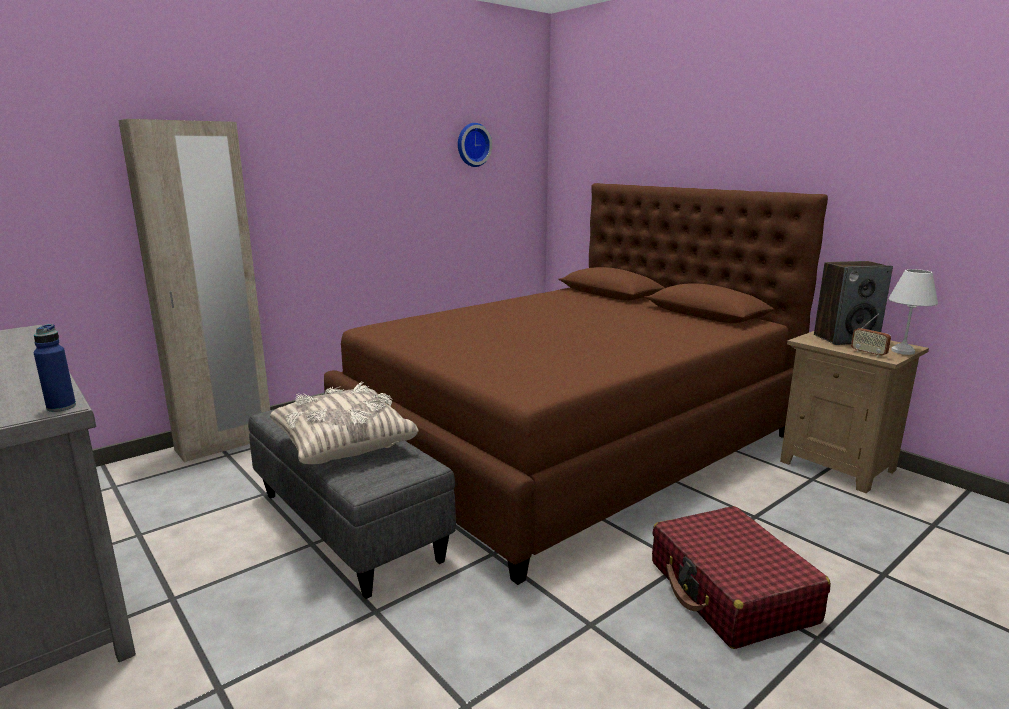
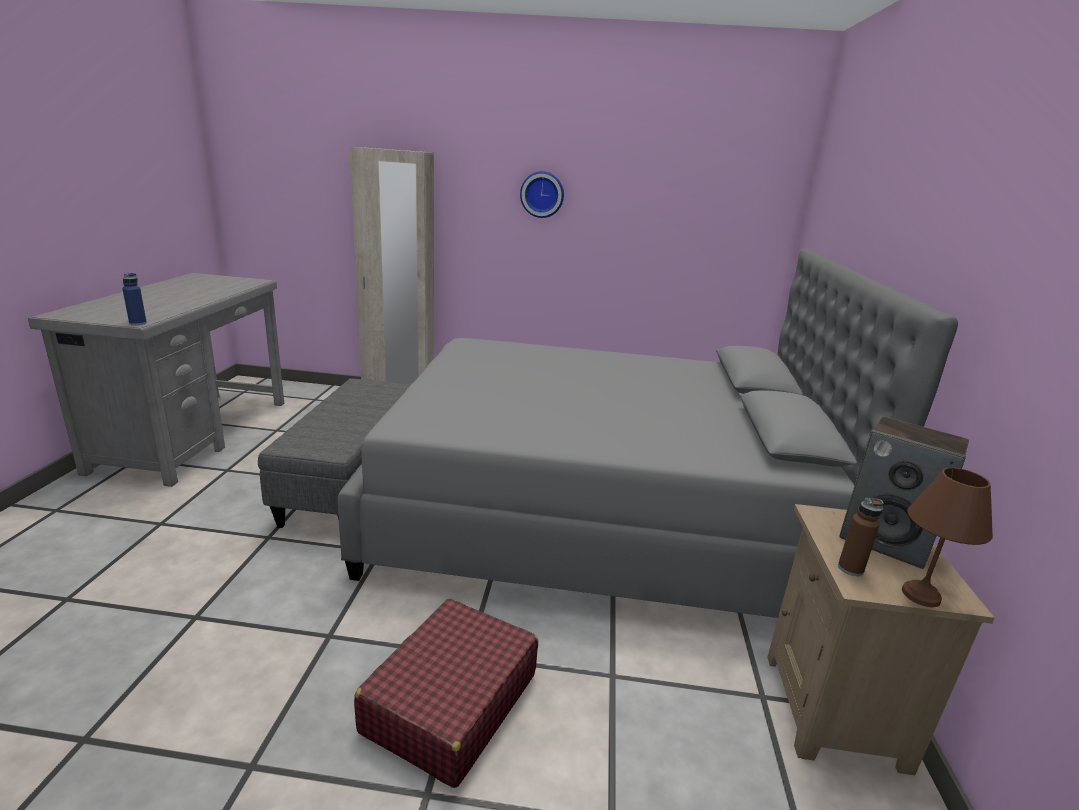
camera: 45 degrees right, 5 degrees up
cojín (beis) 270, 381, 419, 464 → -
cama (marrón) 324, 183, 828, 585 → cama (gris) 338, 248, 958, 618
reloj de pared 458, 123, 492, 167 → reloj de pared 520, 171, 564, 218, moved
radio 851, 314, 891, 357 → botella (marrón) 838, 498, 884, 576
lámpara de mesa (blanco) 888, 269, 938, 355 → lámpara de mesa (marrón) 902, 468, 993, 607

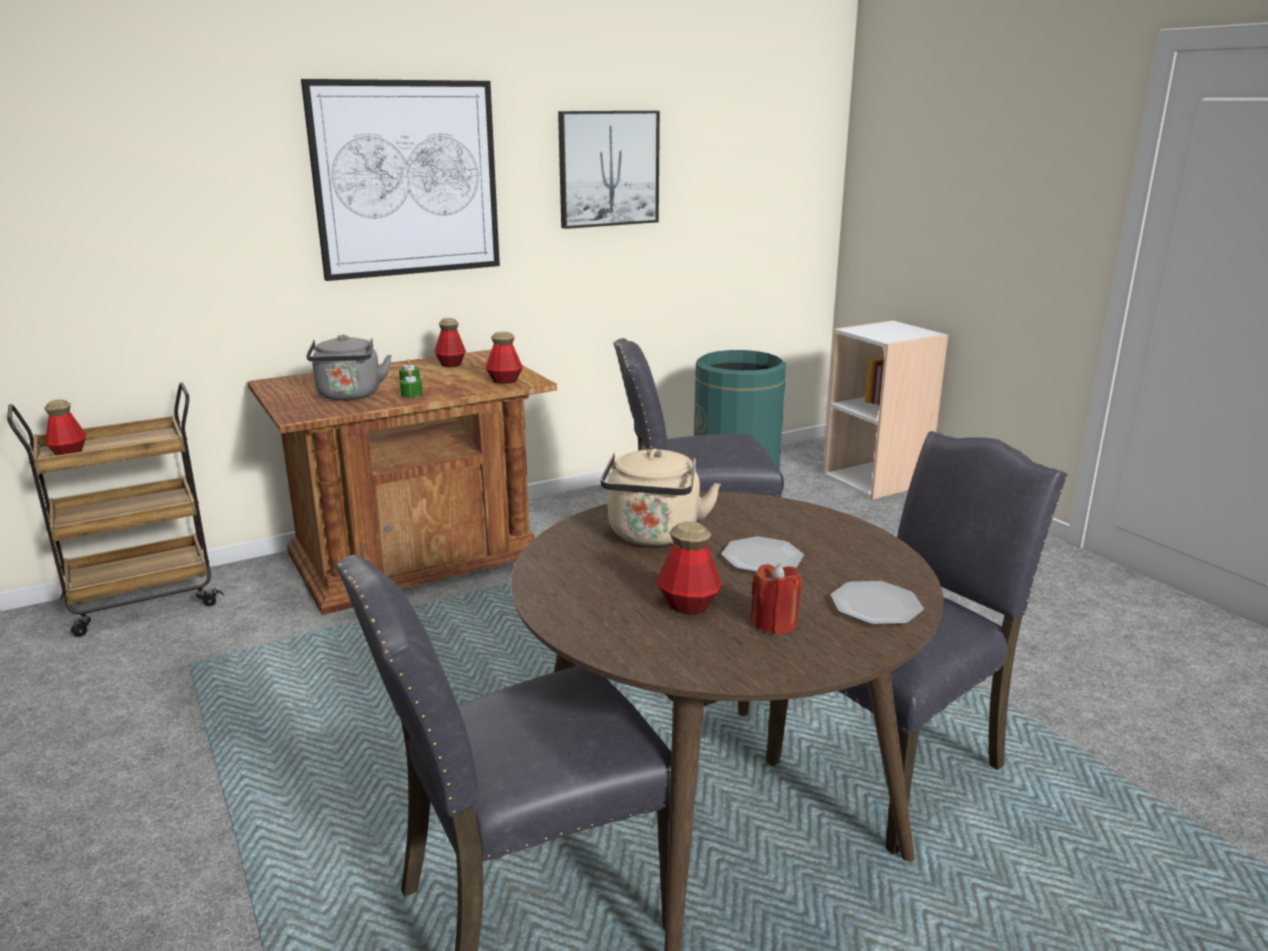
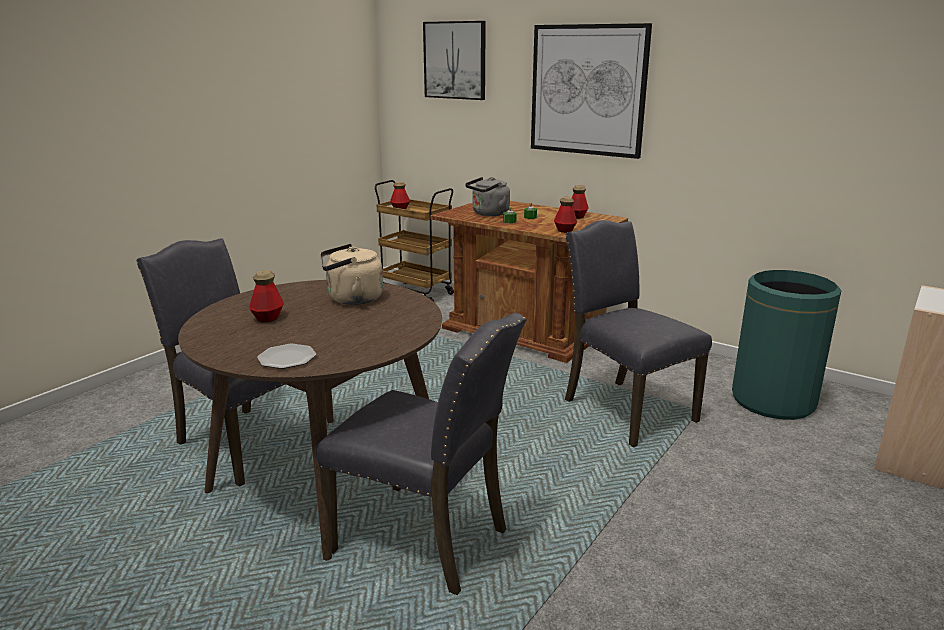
camera: 65 degrees right, 0 degrees up
cuadro 558, 111, 660, 229 → cuadro 423, 21, 486, 100, moved
plato 721, 537, 804, 572 → -
vela (rojo) 750, 563, 803, 635 → -

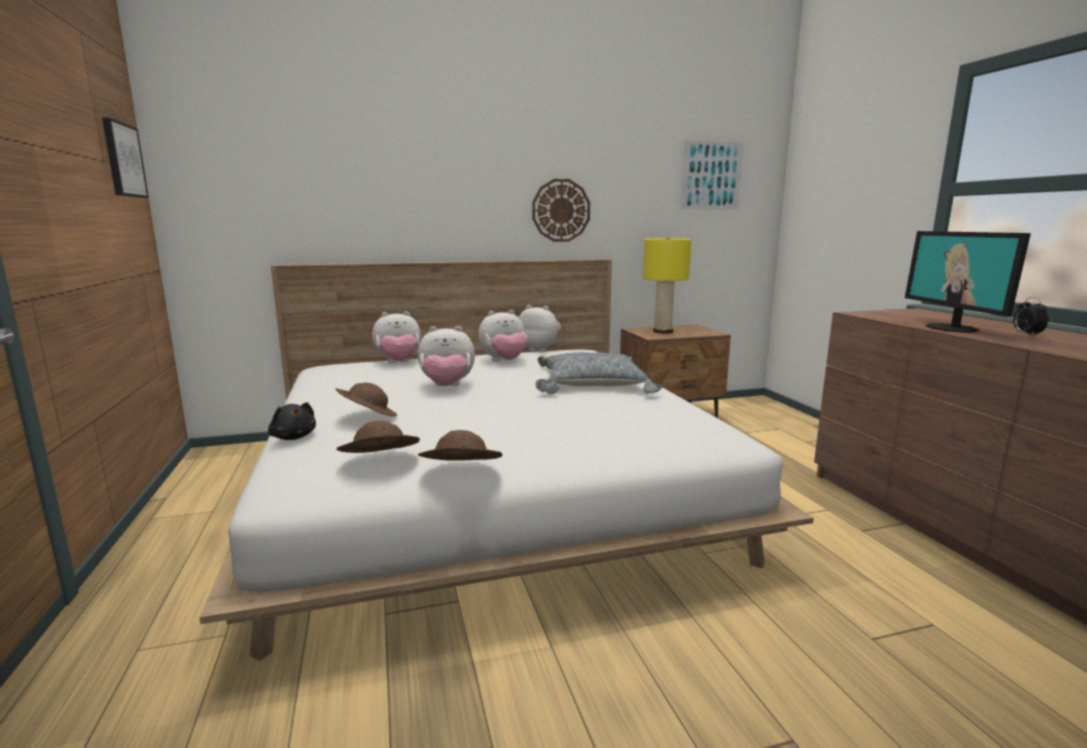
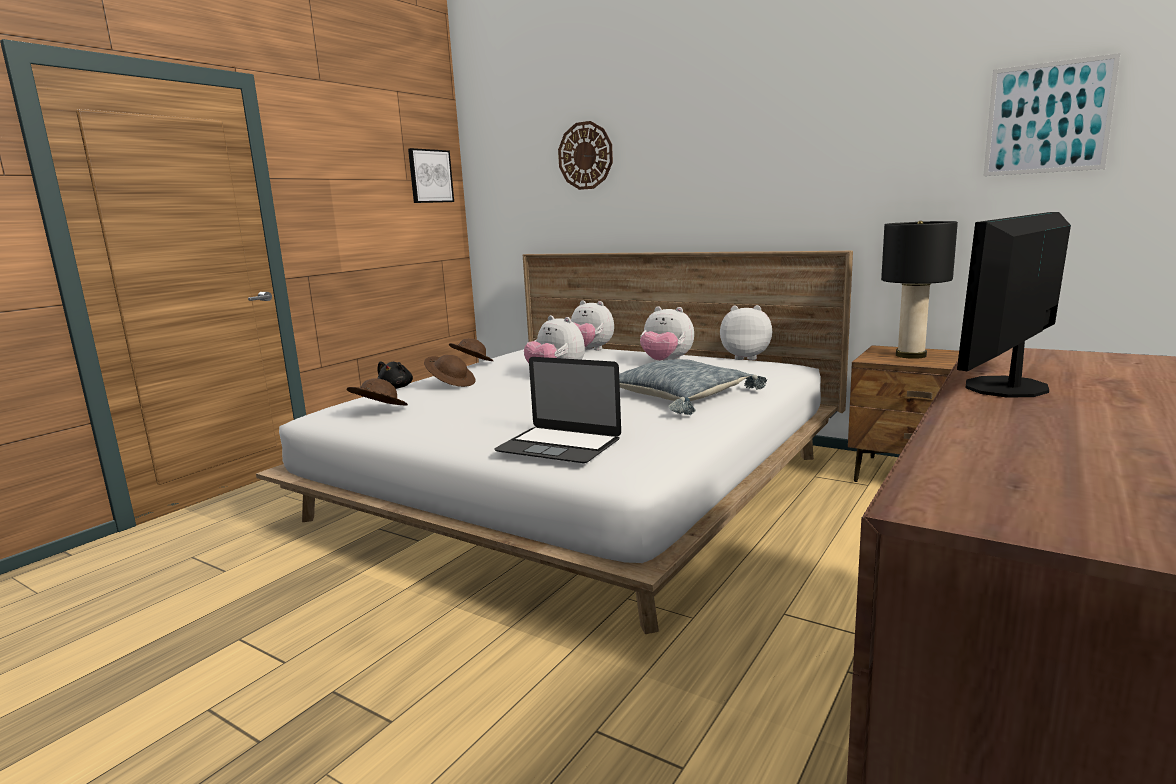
camera: 50 degrees right, 0 degrees up
sombrero (marrón) 418, 430, 502, 461 → sombrero (marrón) 449, 338, 493, 361, moved
peluche 519, 305, 561, 352 → peluche 720, 305, 772, 360, 60 degrees counterclockwise
reloj de pared 532, 179, 590, 242 → reloj de pared 558, 121, 613, 190, moved
lámpara de mesa (amarillo) 643, 237, 691, 334 → lámpara de mesa (negro) 881, 221, 958, 359
despertador 1013, 297, 1048, 336 → -
- → portátil 494, 357, 621, 463

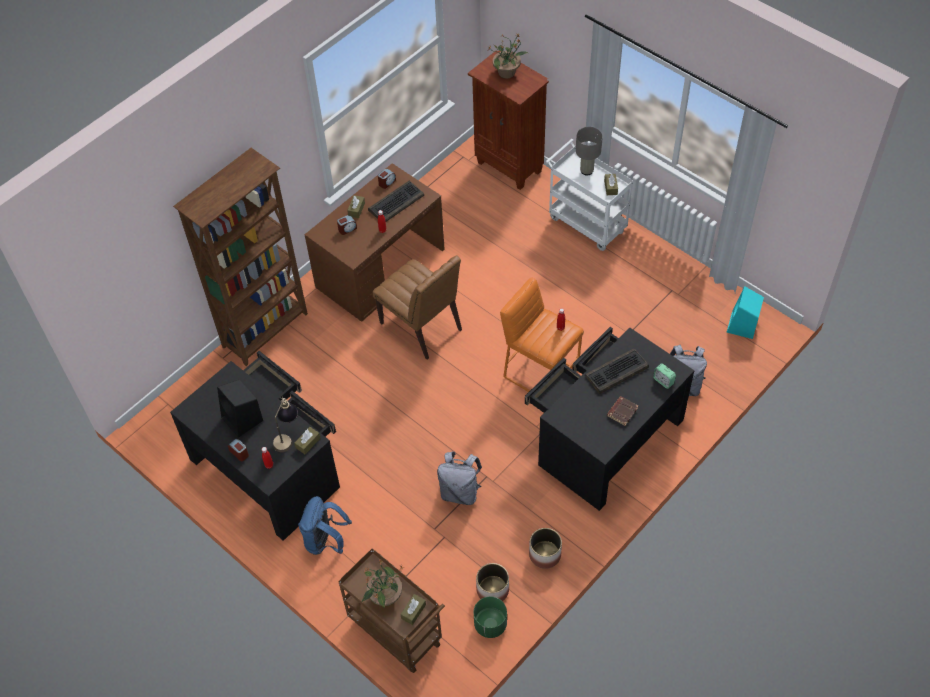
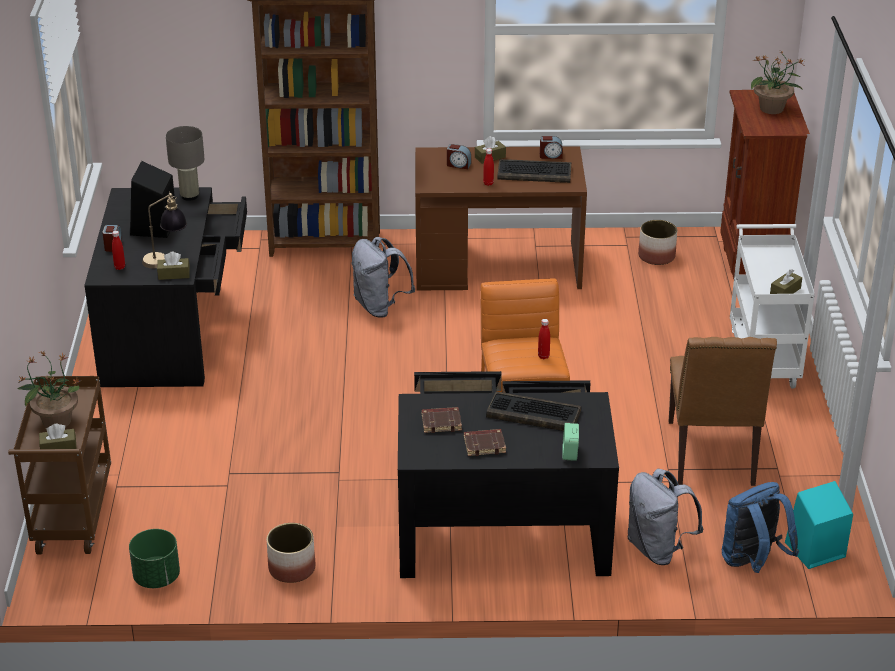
camera: 45 degrees right, 20 degrees down
mochila (azul) 298, 496, 352, 555 → mochila (azul) 722, 482, 799, 573, moved
silla (marrón) 373, 255, 462, 360 → silla (marrón) 669, 337, 777, 486, moved
mochila (gris) 437, 451, 482, 505 → mochila (gris) 351, 237, 415, 318, moved
maceta 476, 563, 509, 601 → maceta 638, 220, 677, 265, moved
lámpara de mesa (gris) 576, 127, 603, 176 → lámpara de mesa (gris) 166, 126, 204, 201, moved
- → libro (marrón) 422, 407, 462, 433

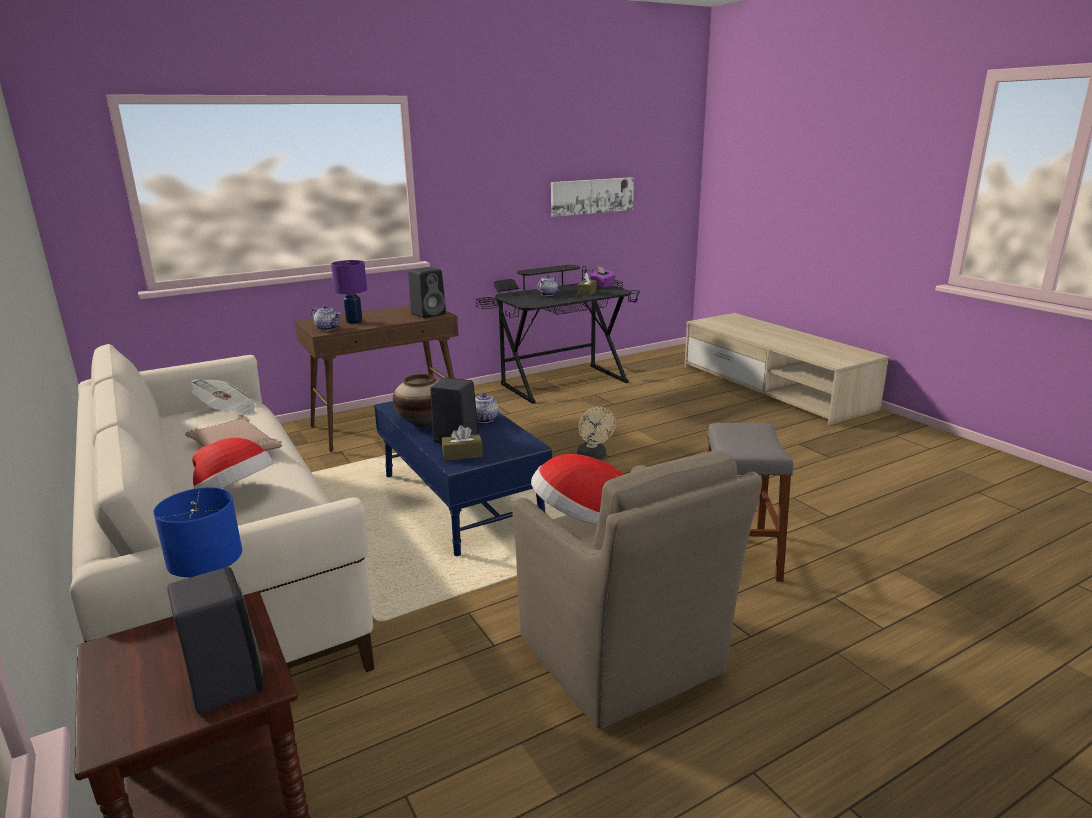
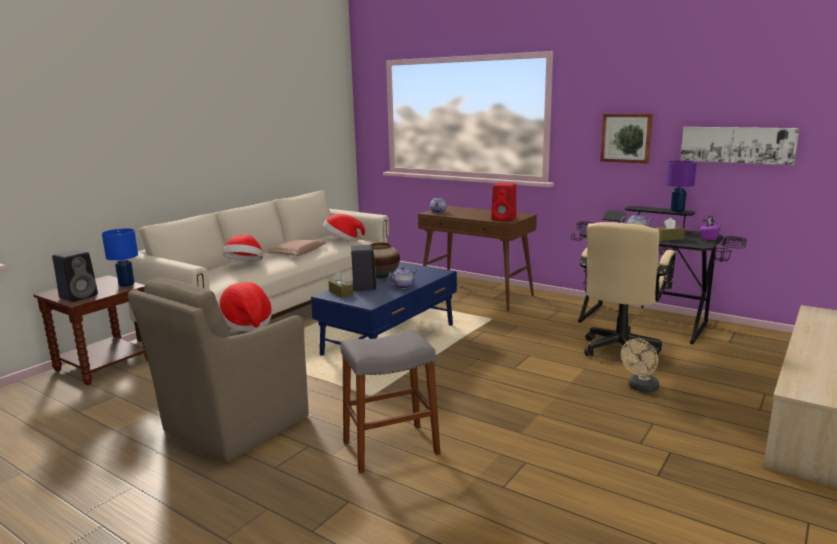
camera: 65 degrees right, 5 degrees down
periódico 191, 379, 257, 416 → sombrero 323, 214, 365, 241
lámpara de mesa (morado) 331, 260, 367, 324 → lámpara de mesa (morado) 666, 160, 697, 212, moved
altavoz (negro) 408, 267, 446, 318 → altavoz (rojo) 491, 183, 516, 221
ventilador (beis) 577, 407, 616, 459 → ventilador (beis) 621, 338, 659, 393, moved
- → silla de oficina (beis) 580, 222, 676, 365
- → cuadro 600, 114, 653, 164

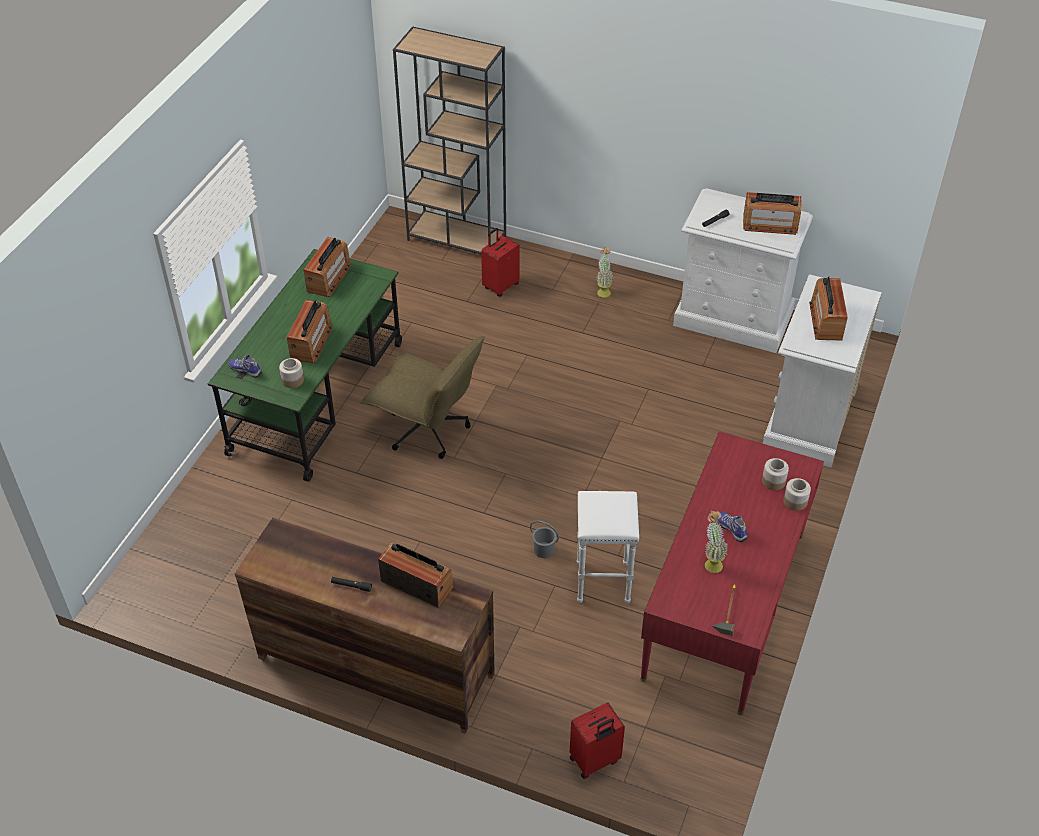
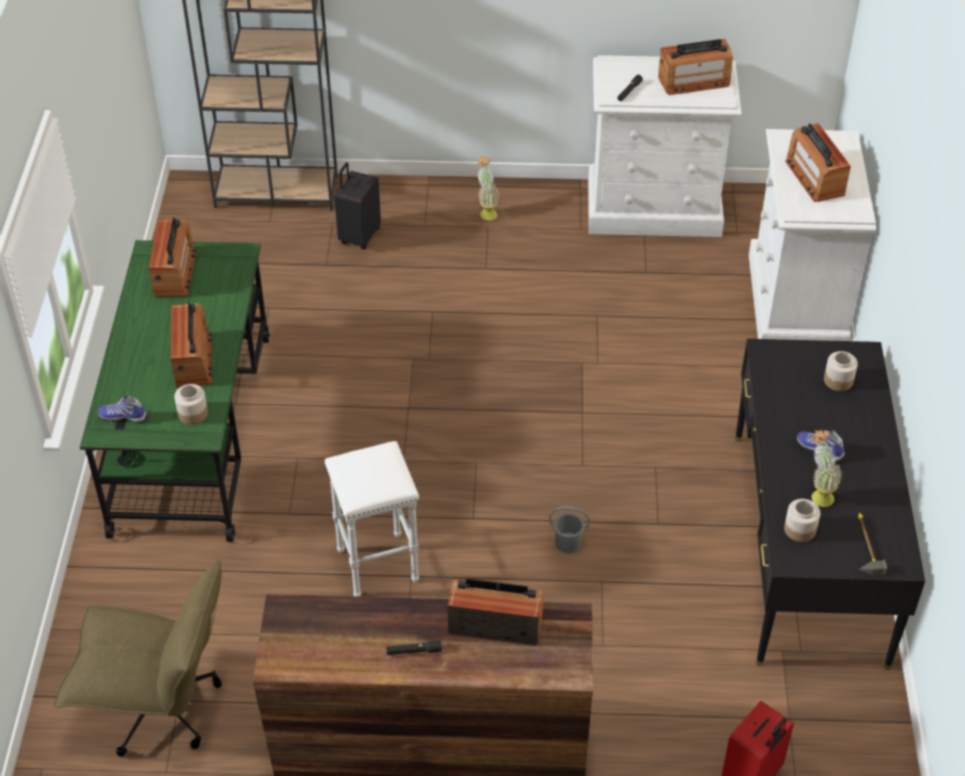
camera: 20 degrees left, 0 degrees up
silla de oficina (beis) 360, 336, 485, 459 → silla de oficina (beis) 54, 560, 222, 757, moved
maleta (rojo) 481, 228, 520, 297 → maleta (negro) 334, 163, 381, 249
taburete (blanco) 577, 491, 639, 604 → taburete (blanco) 325, 441, 419, 597, moved
escritorio (rojo) 640, 431, 824, 715 → escritorio (negro) 735, 339, 925, 670
tarro 783, 478, 811, 511 → tarro 784, 499, 820, 542, moved

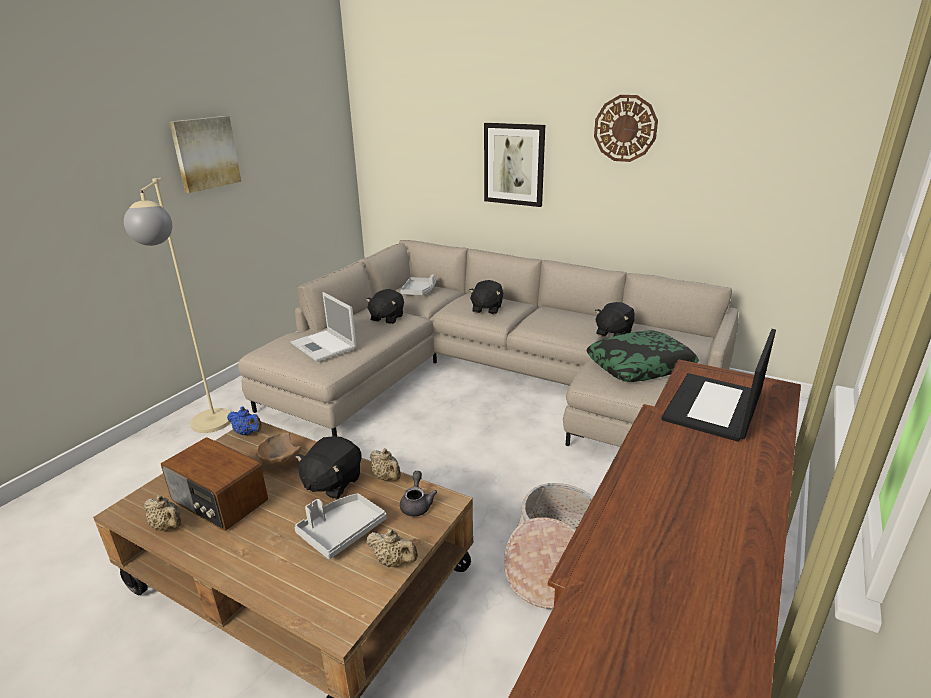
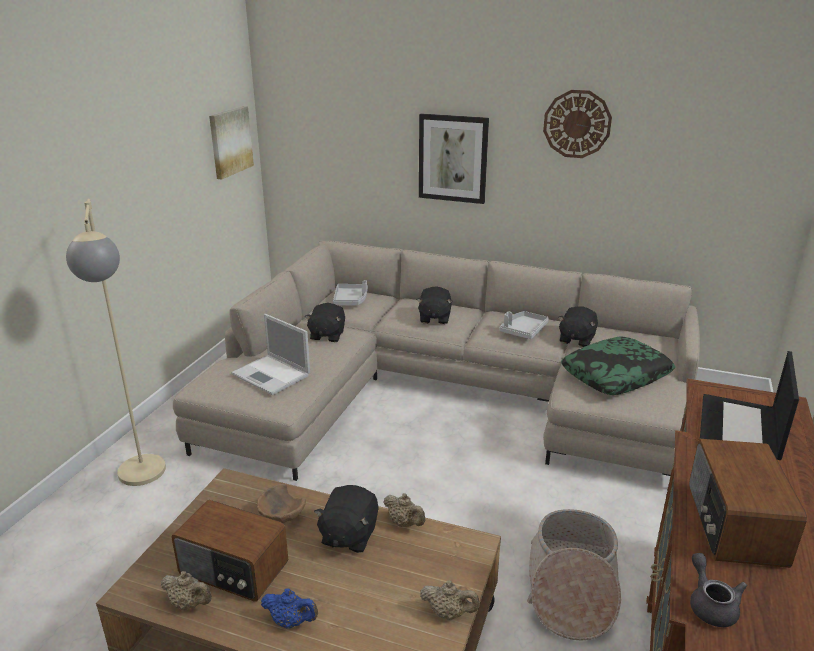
camera: 10 degrees left, 0 degrees up
cuadro 169, 116, 241, 193 → cuadro 209, 106, 254, 180, moved
tetera (azul) 227, 407, 262, 435 → tetera (azul) 261, 588, 318, 629, moved
bandeja (gris) 294, 493, 386, 559 → bandeja (gris) 500, 311, 549, 339, moved
tetera (gris) 400, 471, 437, 516 → tetera (gris) 690, 553, 747, 627, moved
- → radio 689, 439, 807, 568

